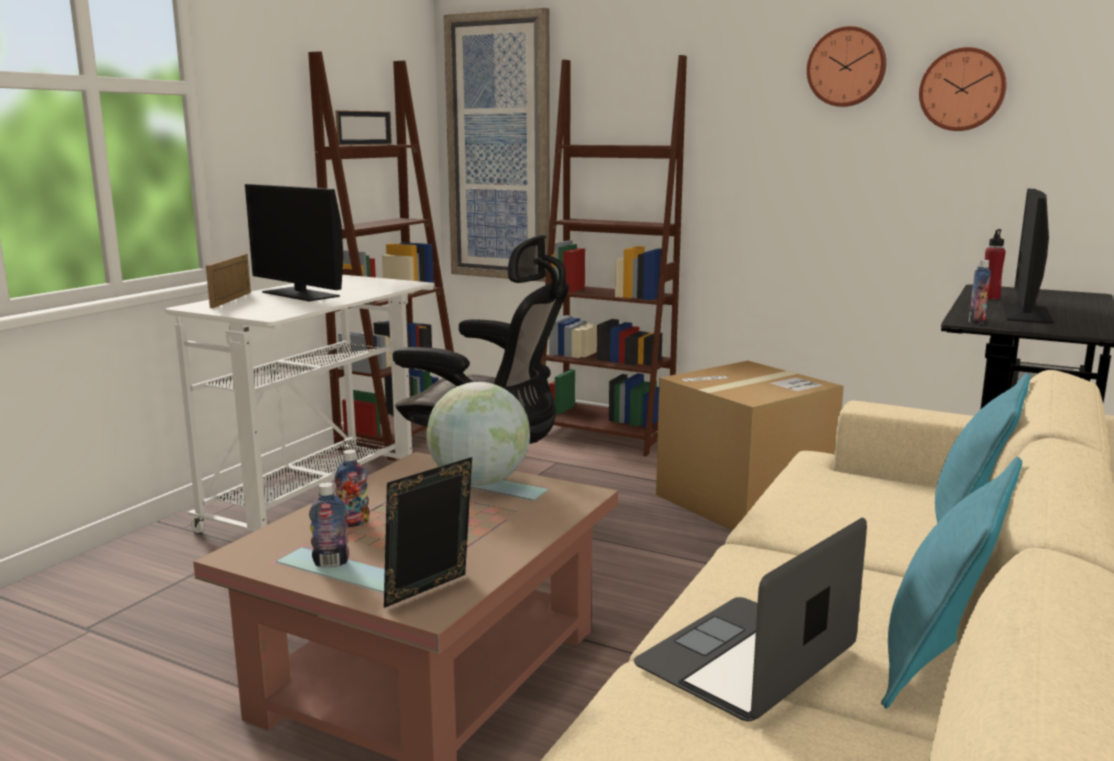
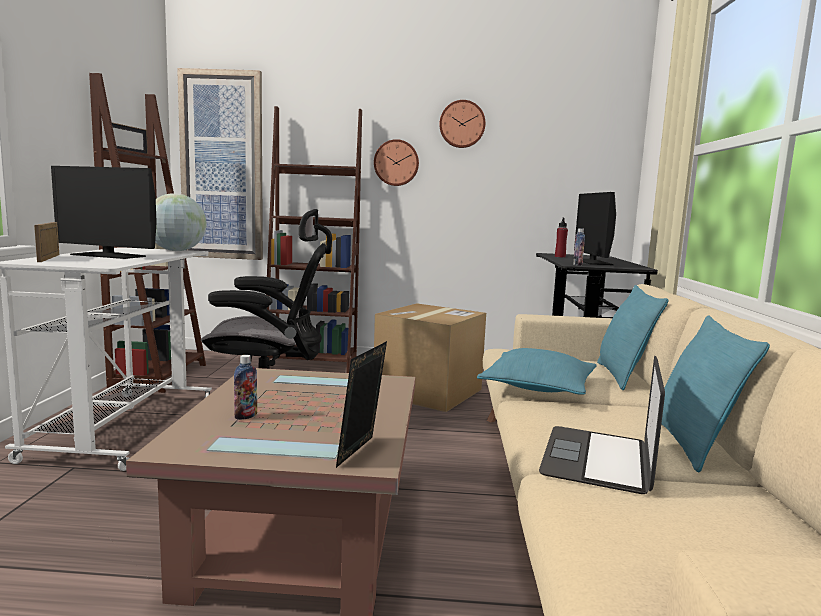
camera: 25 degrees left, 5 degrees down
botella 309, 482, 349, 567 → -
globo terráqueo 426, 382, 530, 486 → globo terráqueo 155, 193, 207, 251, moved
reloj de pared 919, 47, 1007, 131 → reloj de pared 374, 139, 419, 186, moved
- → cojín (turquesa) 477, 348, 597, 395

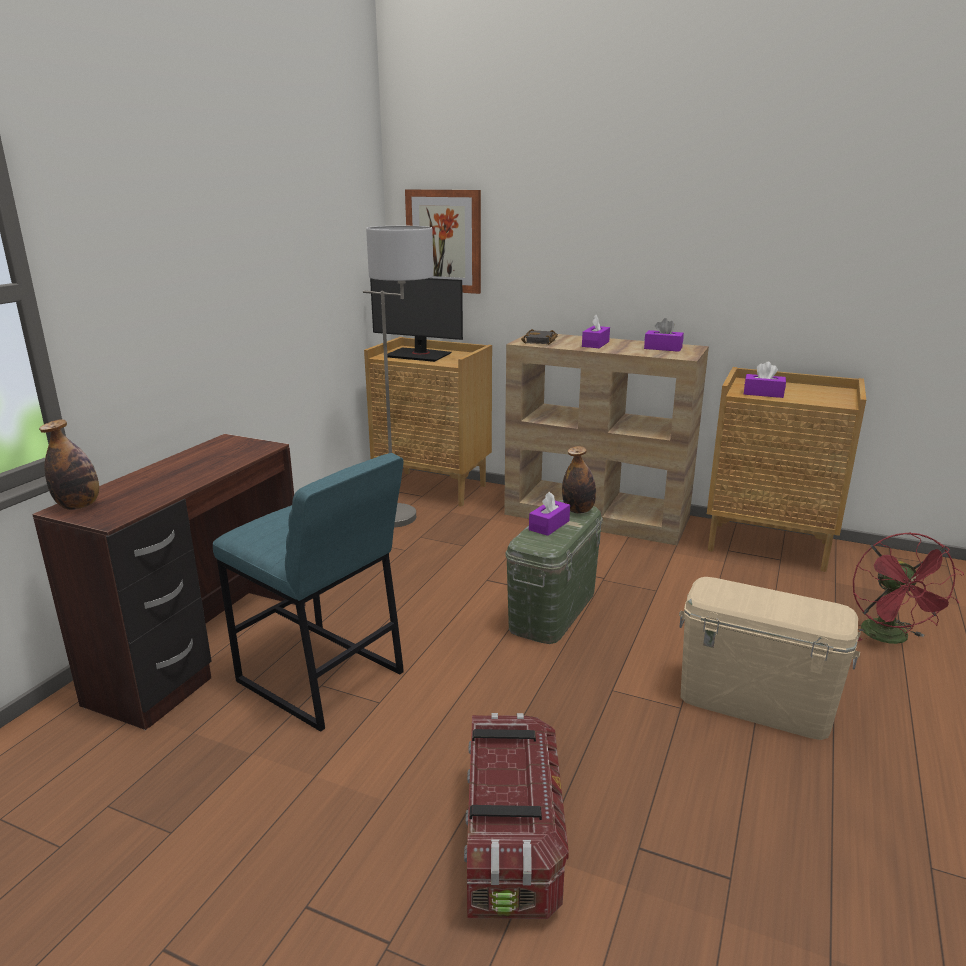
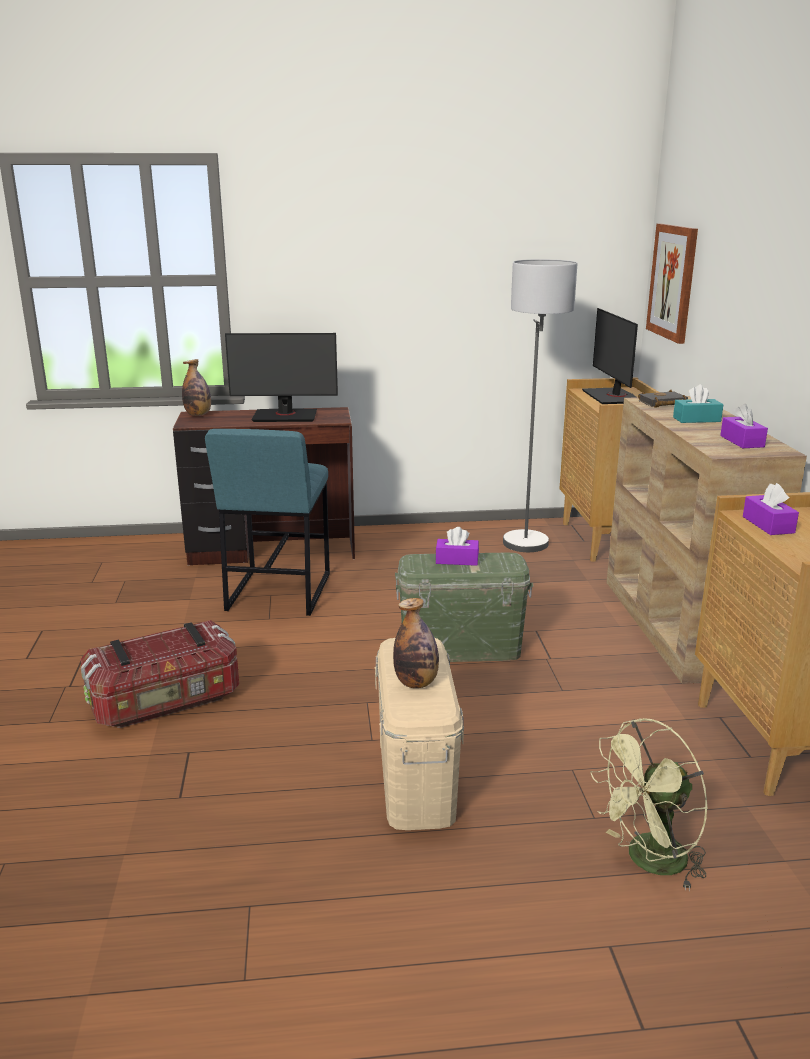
camera: 60 degrees right, 0 degrees up
botella 562, 446, 596, 514 → botella 393, 598, 439, 688, moved
caja de pañuelos (morado) 582, 315, 610, 348 → caja de pañuelos (turquesa) 673, 384, 724, 423
ventilador (rojo) 853, 532, 964, 644 → ventilador (verde) 591, 718, 708, 891
- → monitor 225, 333, 338, 422

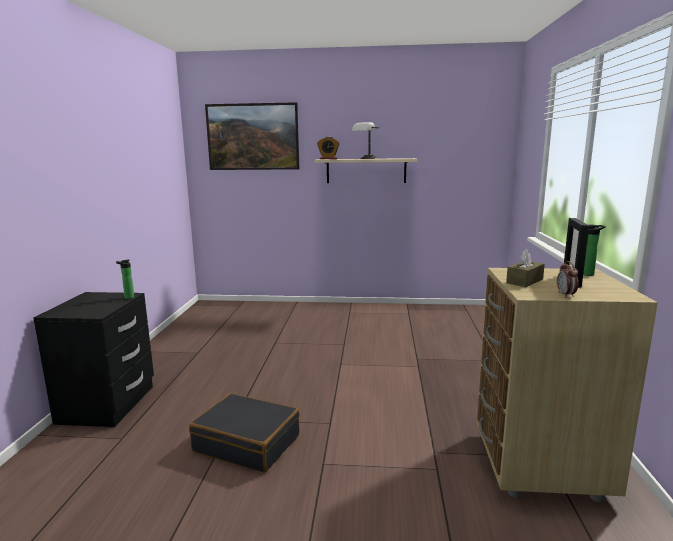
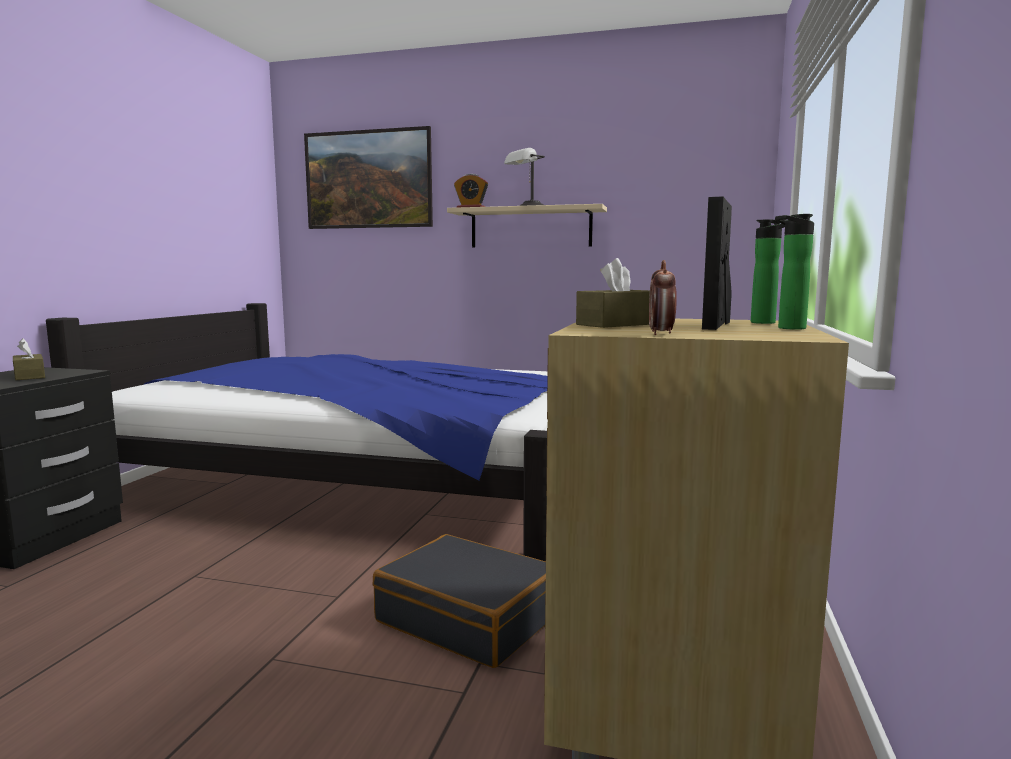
camera: 10 degrees right, 5 degrees down
botella 116, 260, 134, 299 → botella 775, 214, 814, 330, moved
maleta (negro) 189, 393, 300, 473 → maleta (negro) 373, 534, 546, 668, moved
- → caja de pañuelos (marrón) 13, 338, 45, 380
- → cama 46, 303, 548, 561

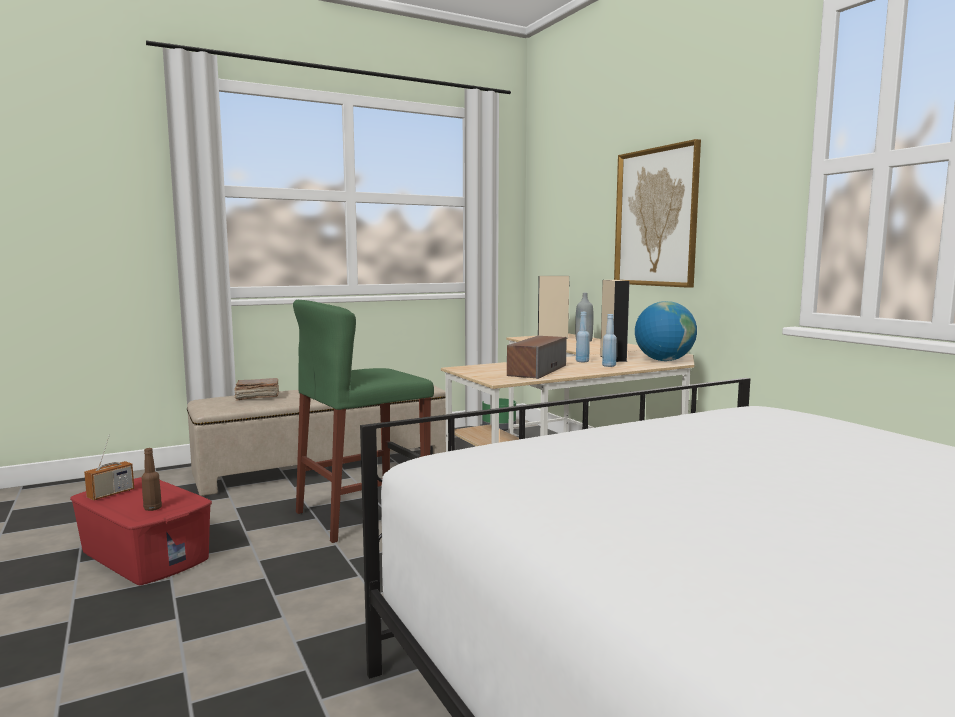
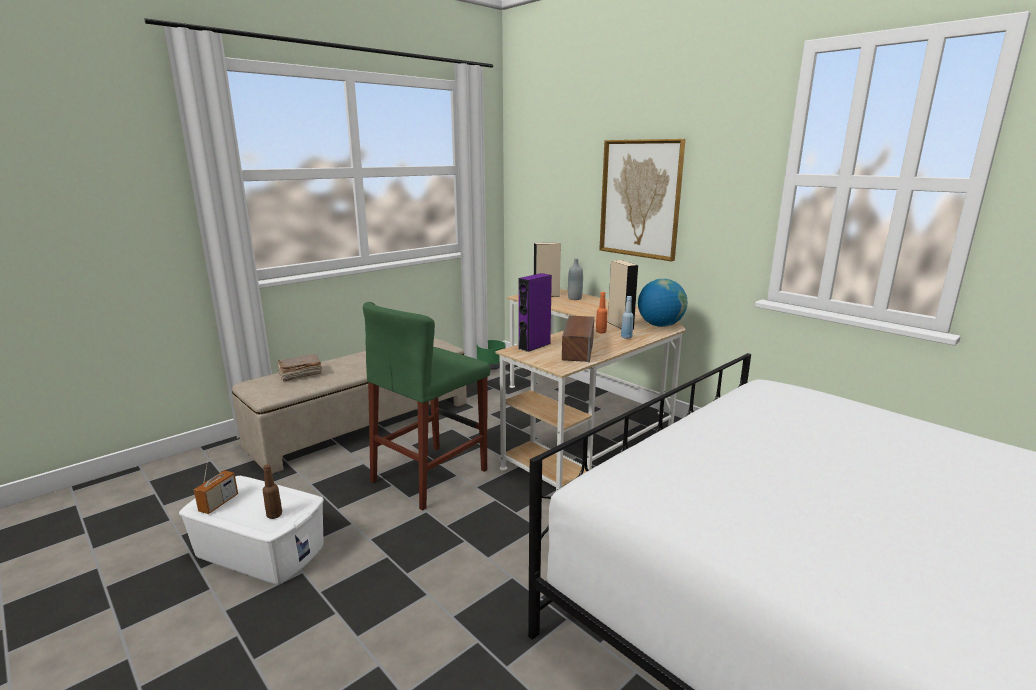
camera: 15 degrees left, 10 degrees up
caja de almacenaje (rojo) 70, 477, 212, 585 → caja de almacenaje (blanco) 179, 476, 324, 585
botella (azul) 576, 312, 590, 362 → botella (naranja) 596, 292, 608, 333
- → altavoz (morado) 518, 273, 552, 352

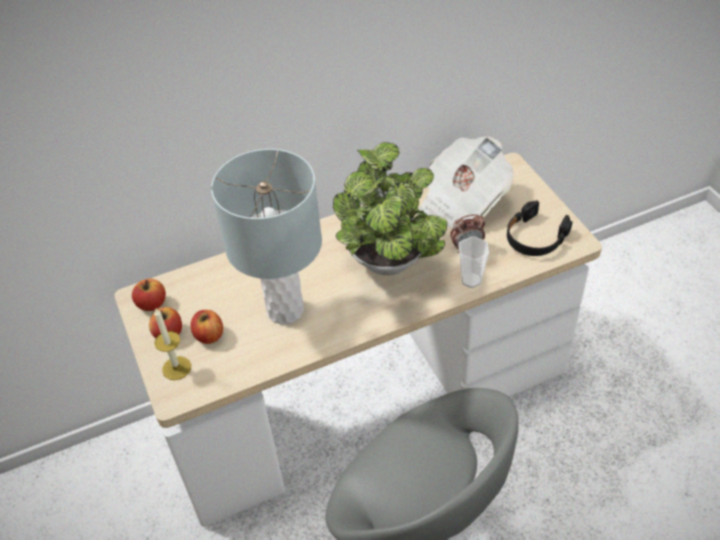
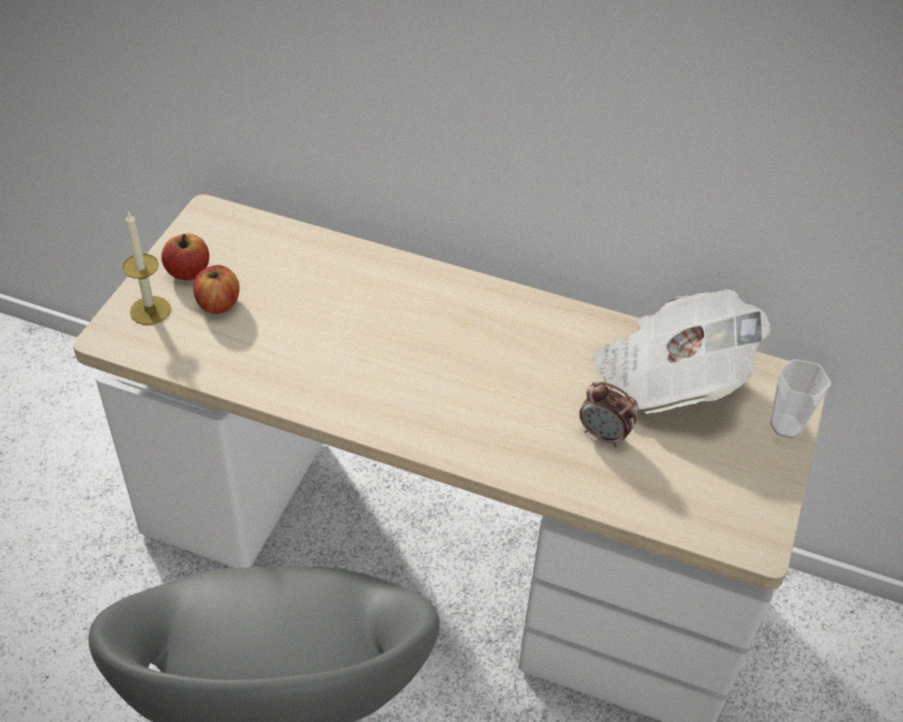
camera: 40 degrees right, 0 degrees up
manzana 132, 278, 166, 311 → -
lámpara de mesa (gris) 211, 149, 322, 325 → -
planta en maceta 333, 142, 447, 275 → -
taza 459, 236, 489, 288 → taza 770, 359, 831, 439, moved
auriculares (negro) 507, 200, 572, 256 → -

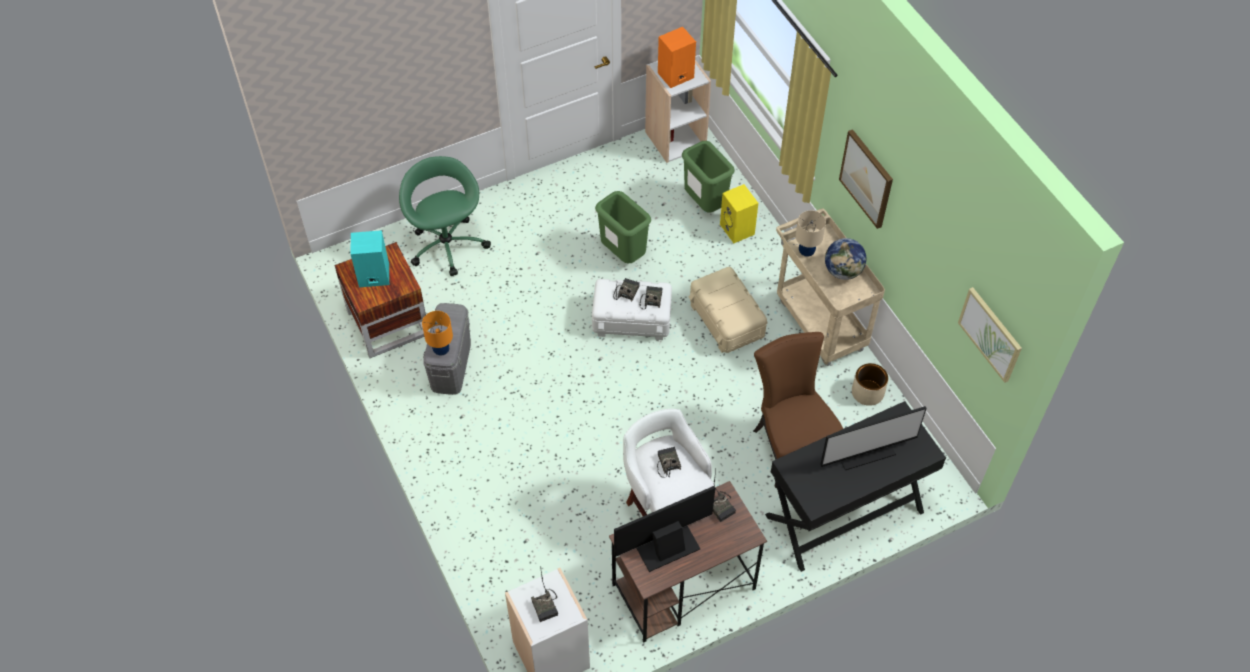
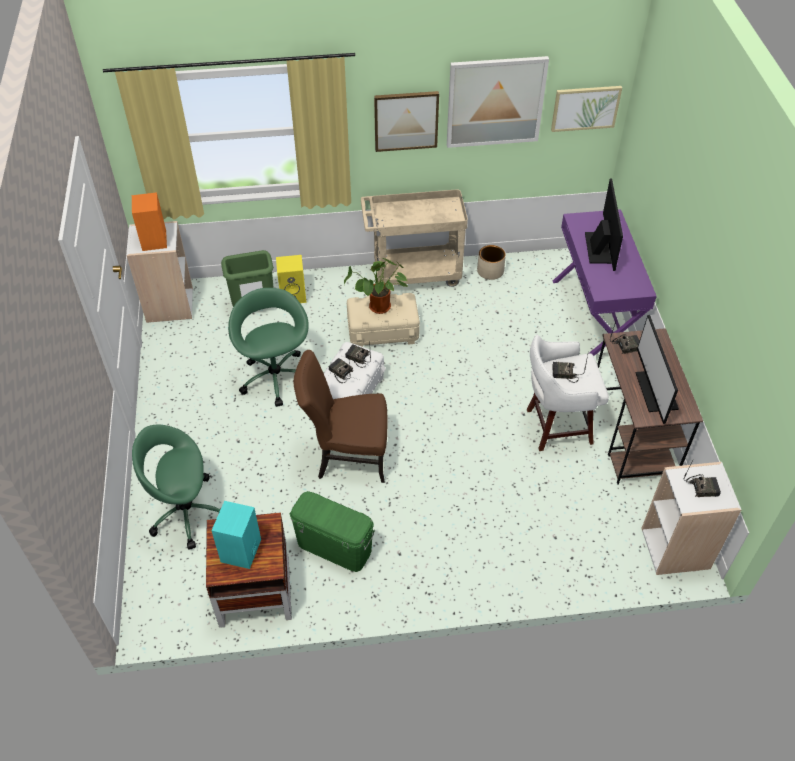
camera: 70 degrees left, 5 degrees down
lámpara de mesa (naranja) 422, 311, 453, 356 → -
caja de almacenaje (gris) 423, 303, 471, 395 → caja de almacenaje (verde) 289, 491, 375, 572
papelera (verde) 595, 191, 651, 264 → silla de oficina (verde) 228, 288, 309, 407
silla (marrón) 754, 332, 843, 488 → silla (marrón) 293, 350, 387, 483, moved
escritorio (negro) 765, 401, 946, 572 → escritorio (morado) 553, 209, 657, 356
lámpara de mesa (beis) 795, 210, 826, 257 → -
globo terráqueo 825, 238, 866, 280 → -
- → planta en maceta 344, 258, 409, 314
- → cuadro 447, 56, 549, 148

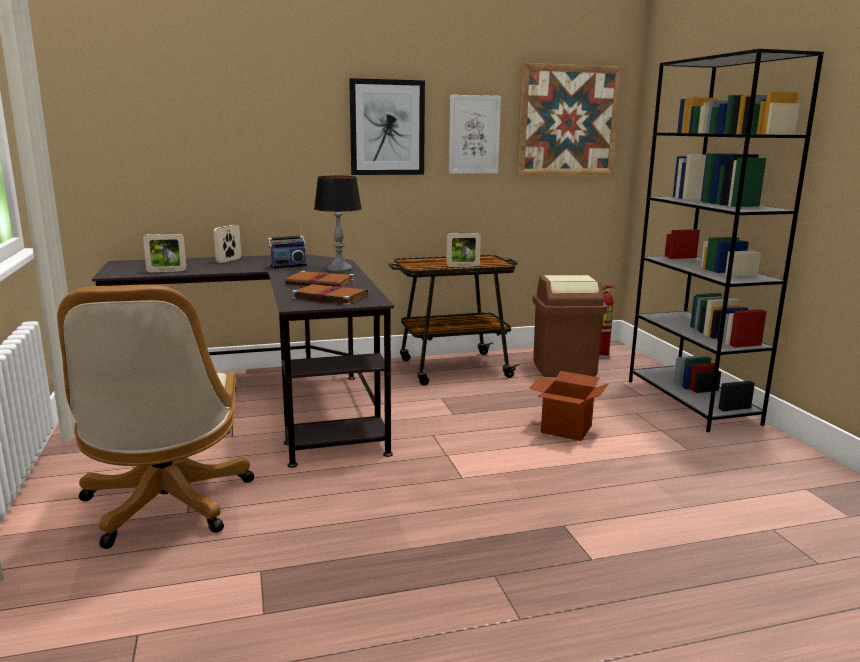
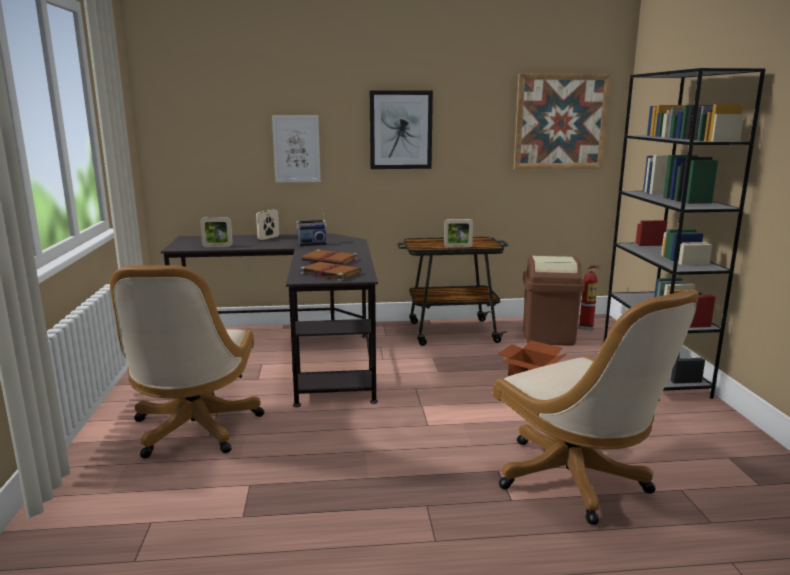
camera: 10 degrees right, 0 degrees up
lámpara de mesa 314, 176, 362, 272 → -
cuadro 449, 95, 501, 174 → cuadro 272, 116, 321, 183, moved
- → silla de oficina 493, 289, 699, 525

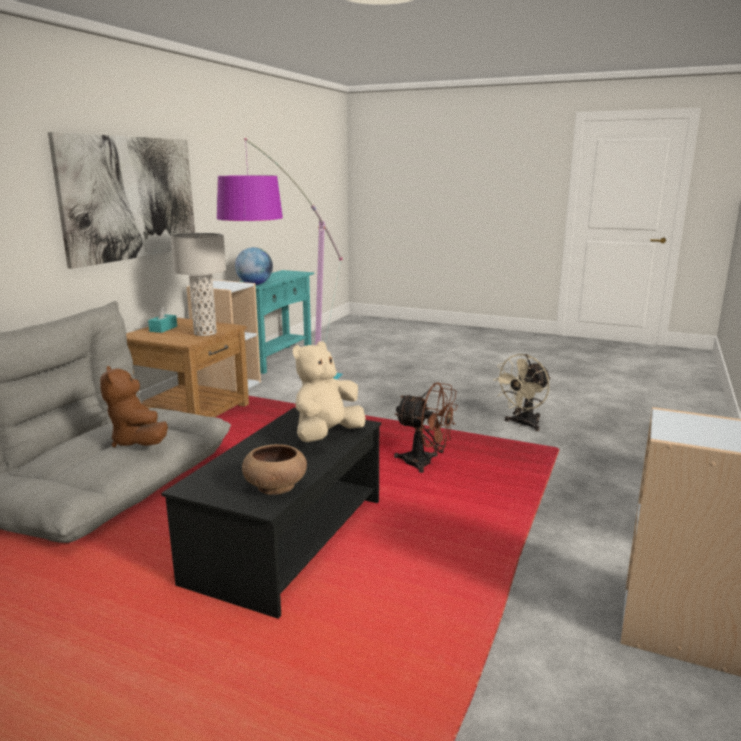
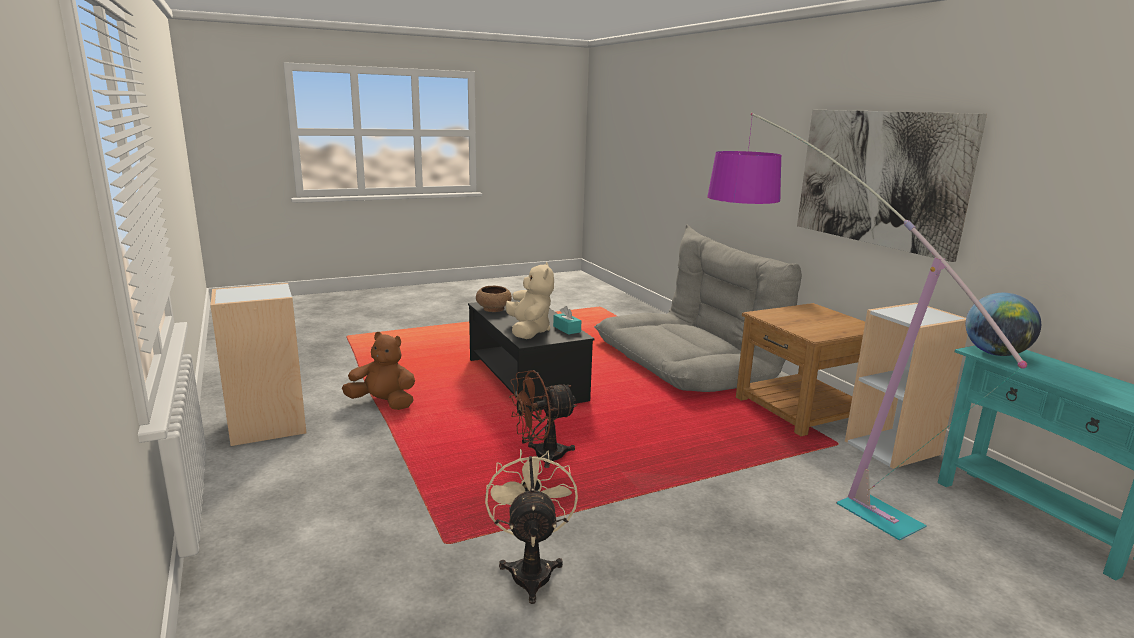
camera: 130 degrees right, 0 degrees up
peluche (marrón) 100, 366, 168, 448 → peluche (marrón) 342, 332, 415, 410, moved
caja de pañuelos (turquesa) 148, 306, 177, 333 → caja de pañuelos (turquesa) 553, 306, 581, 335, moved
lámpara de mesa (blanco) 170, 233, 226, 336 → -

